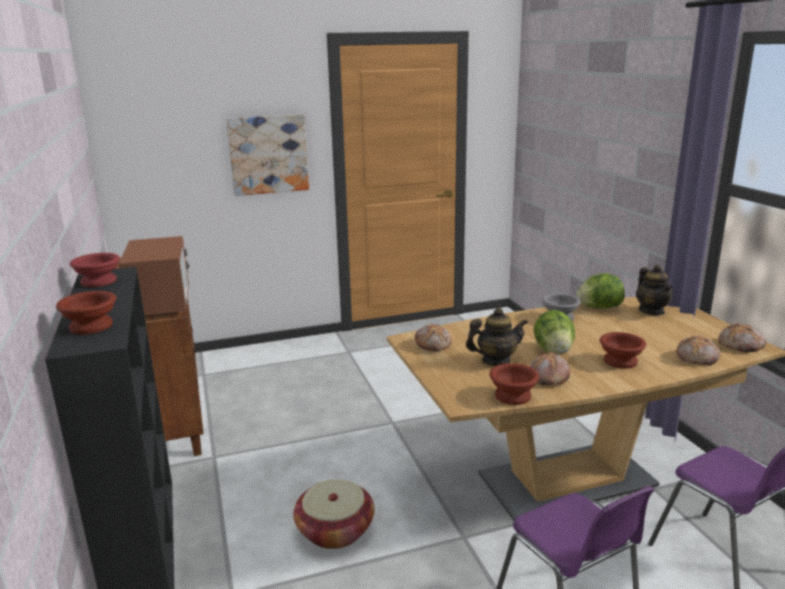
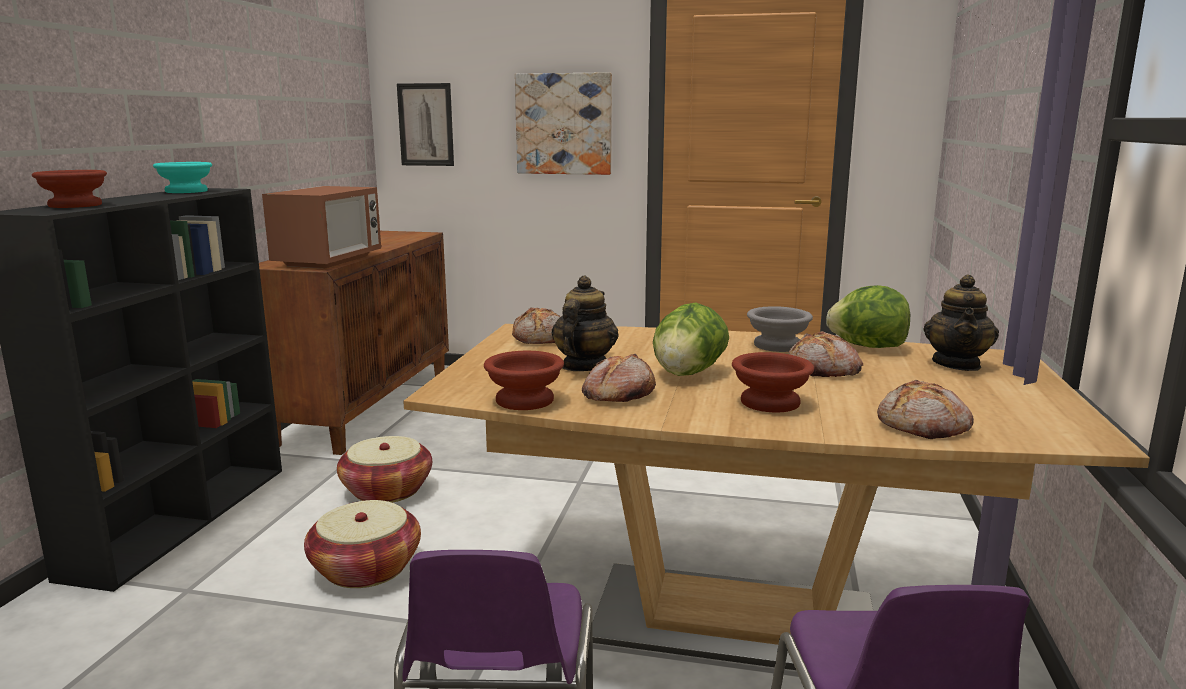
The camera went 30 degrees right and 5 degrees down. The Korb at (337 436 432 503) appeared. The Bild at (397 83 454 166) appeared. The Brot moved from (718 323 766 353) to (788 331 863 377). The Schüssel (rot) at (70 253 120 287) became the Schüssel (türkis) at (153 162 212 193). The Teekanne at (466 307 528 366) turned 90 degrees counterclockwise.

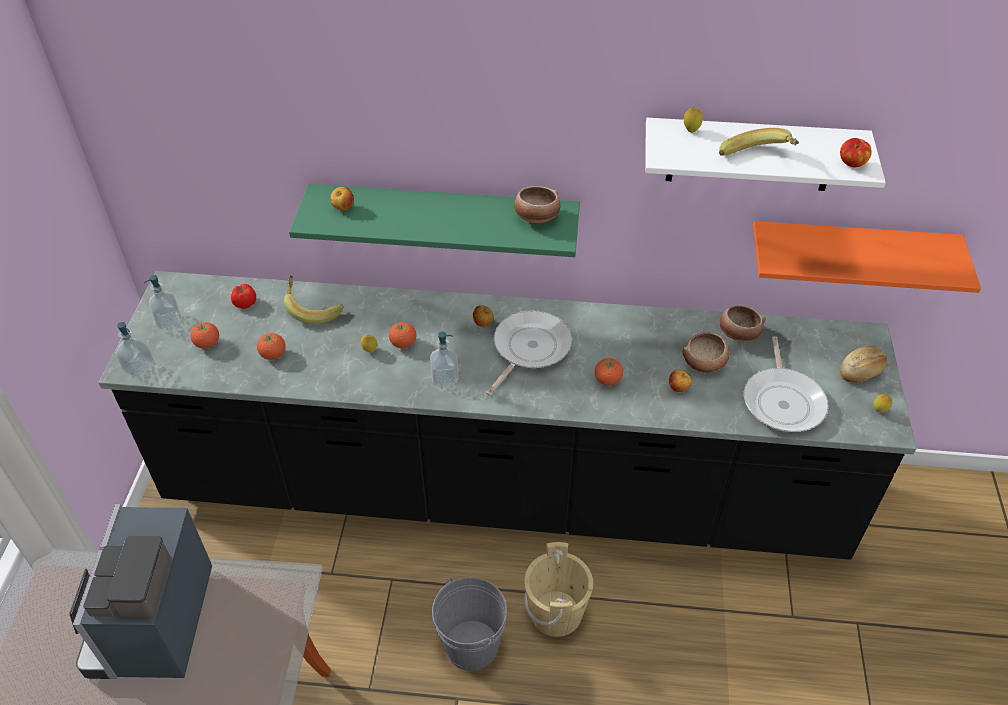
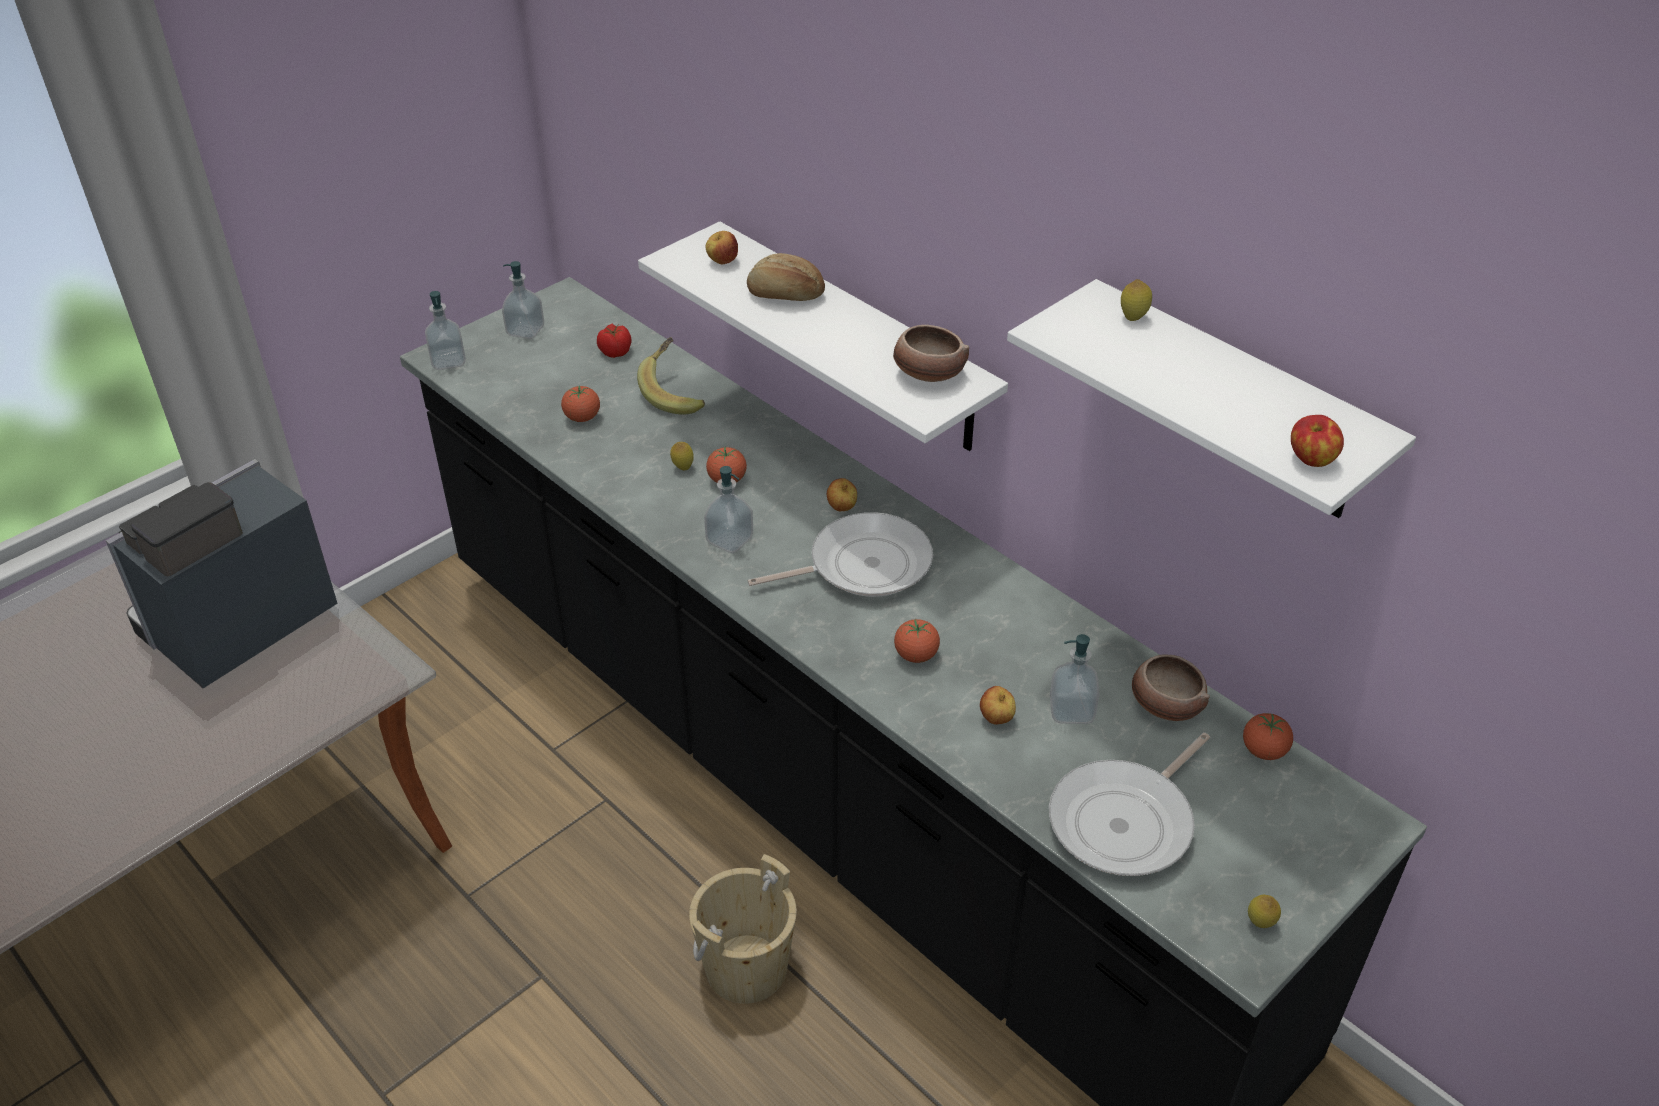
The camera went 40 degrees right and 5 degrees down. The Eimer (grau) at (432 577 507 671) disappeared. The Banane at (719 128 799 156) disappeared. The Wandregal (orange) at (753 221 981 293) disappeared. The Tomate moved from (190 322 219 349) to (1243 713 1293 760). The Brot moved from (840 346 887 383) to (747 253 825 301). The Schüssel at (683 332 729 373) was replaced by the Seifenspender at (1050 634 1099 724). The Wandregal (grün) at (289 184 580 257) became the Wandregal (weiß) at (638 221 1008 451).

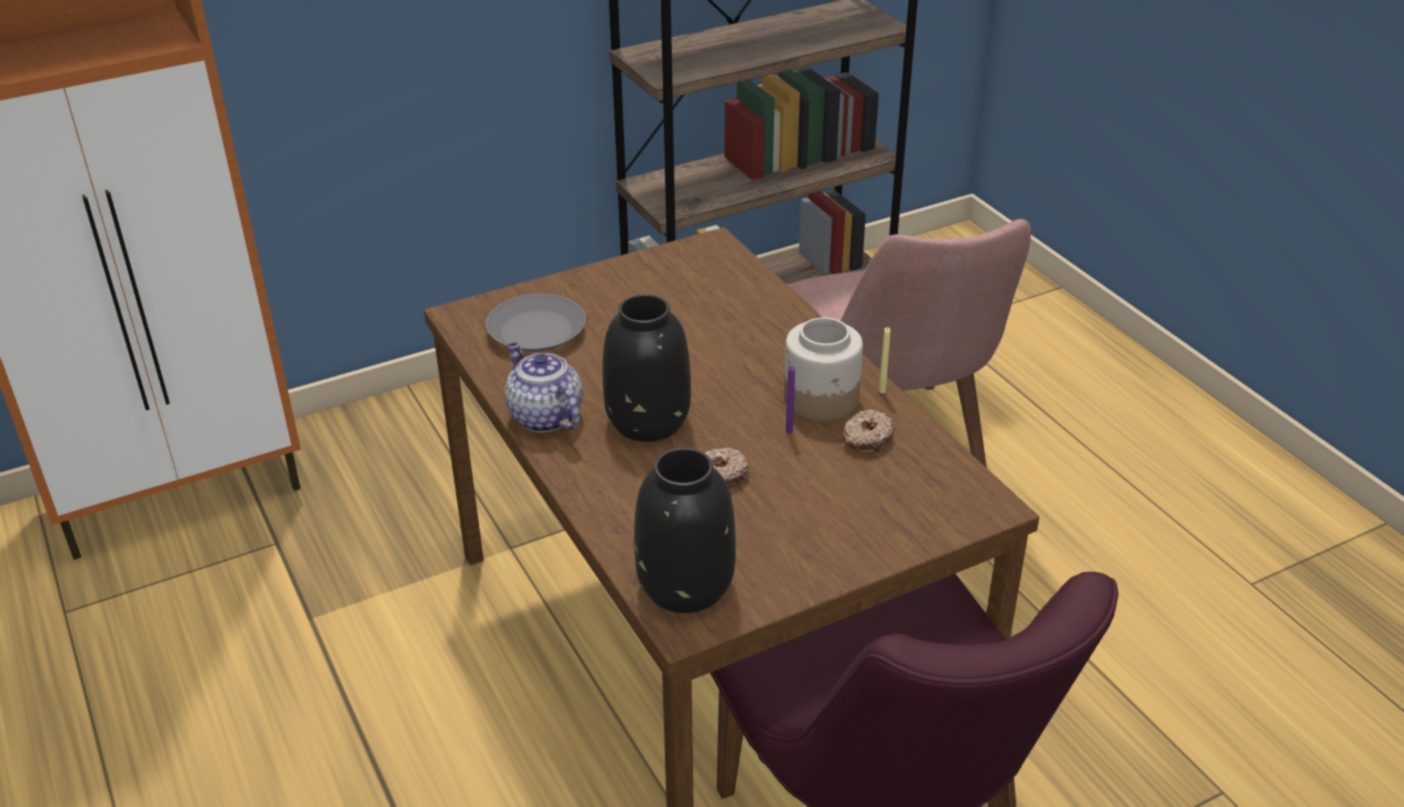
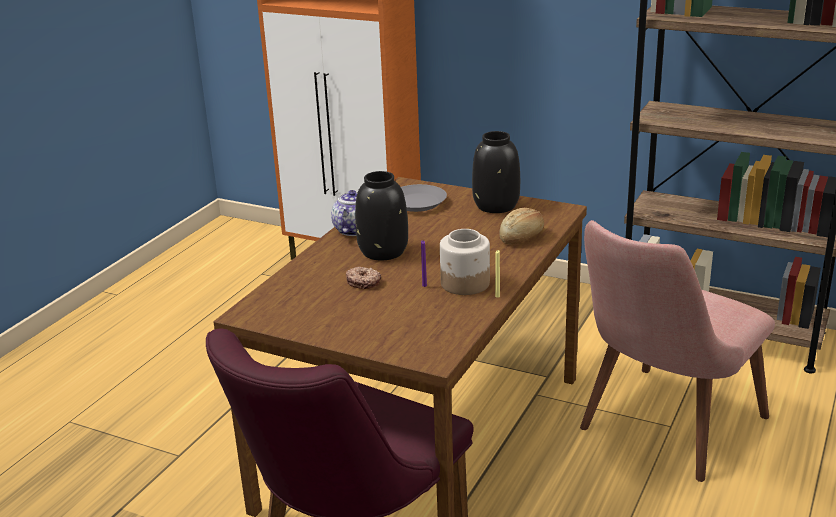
The camera went 55 degrees right and 10 degrees down. The Donut at (843 409 895 454) disappeared. The Brot at (500 208 544 245) appeared. The Vase (schwarz) moved from (634 448 736 613) to (472 131 520 213).

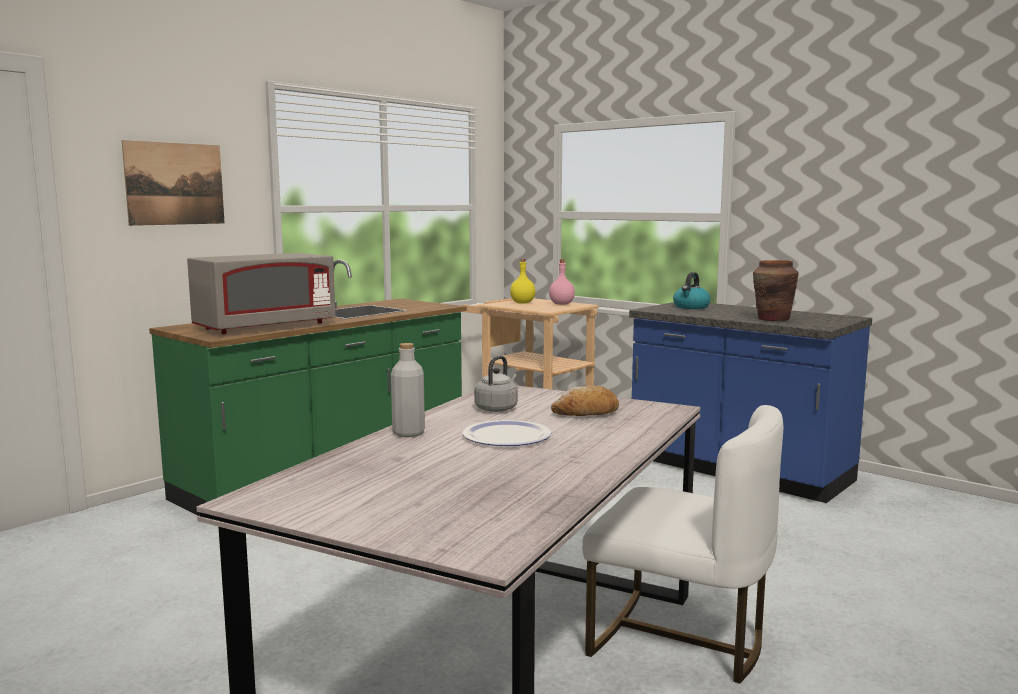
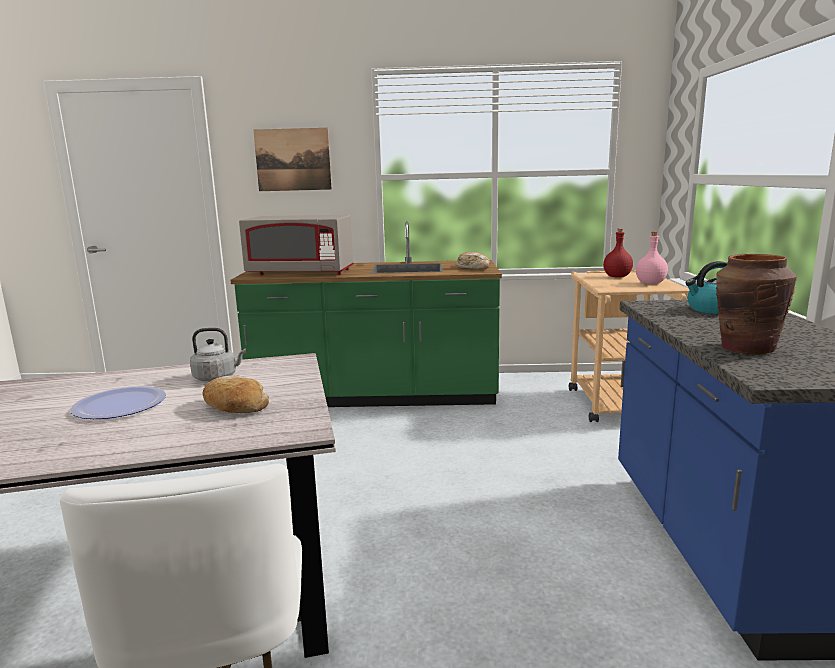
The camera went 50 degrees right and 5 degrees up. The Flasche (grau) at (391 343 425 437) disappeared. The Brot at (456 252 490 270) appeared. The Flasche (gelb) at (510 259 536 304) became the Flasche (rot) at (603 228 633 278).

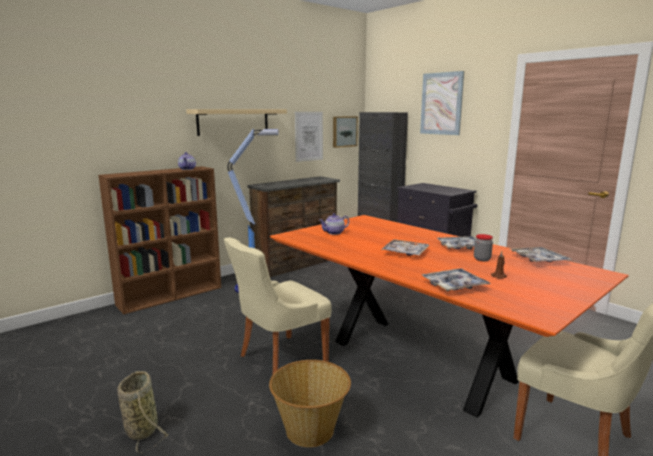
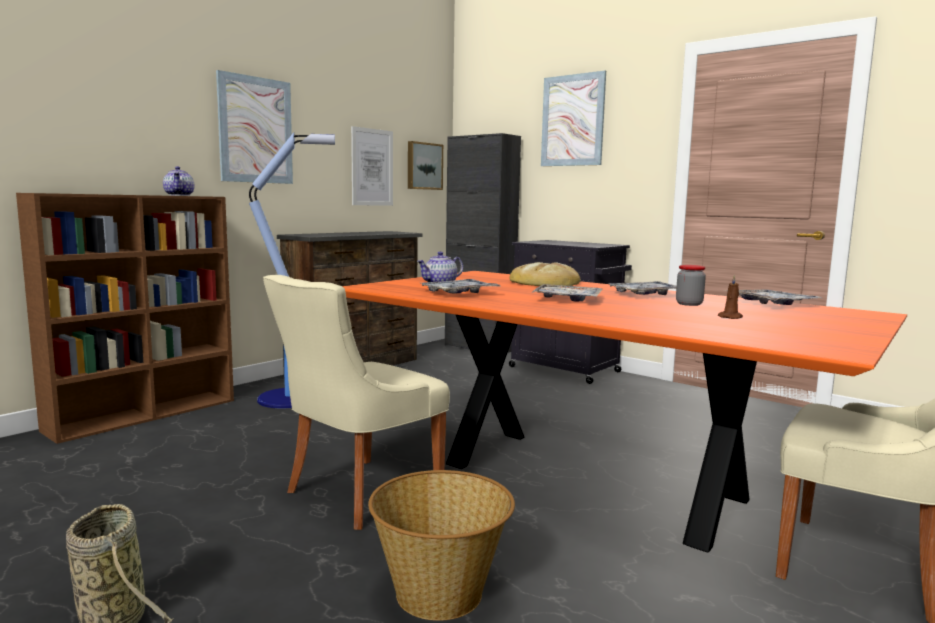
The camera went 10 degrees left and 5 degrees down. The Brot at (509 262 581 286) appeared. The Tablett moved from (422 268 490 291) to (421 279 502 293). The Wandregal (beige) at (186 109 287 136) was replaced by the Bild at (216 70 293 184).

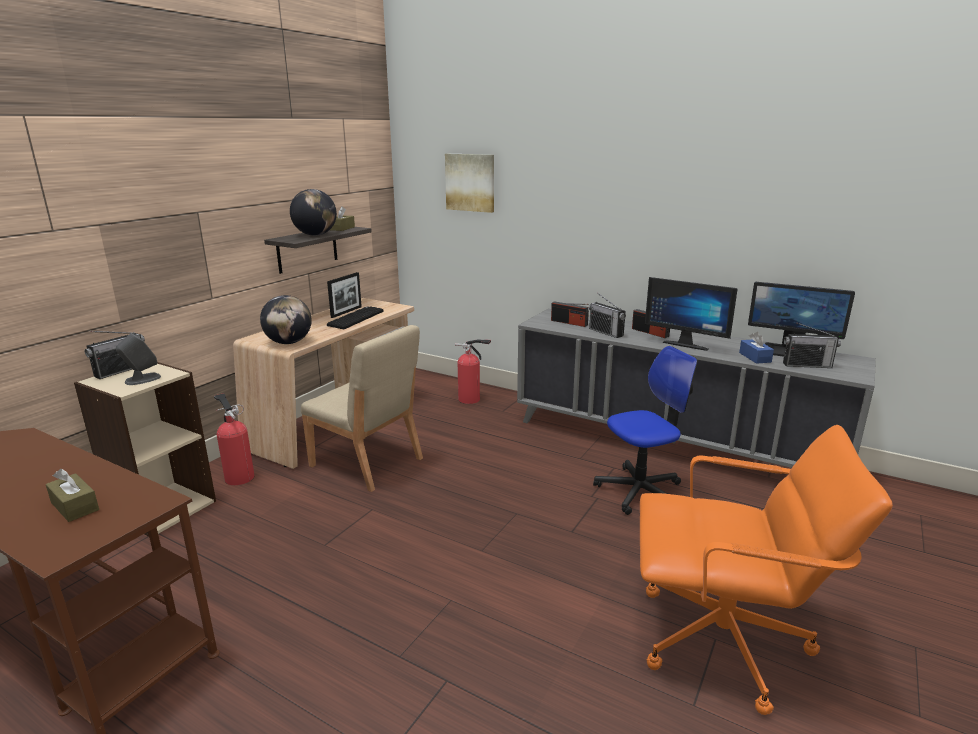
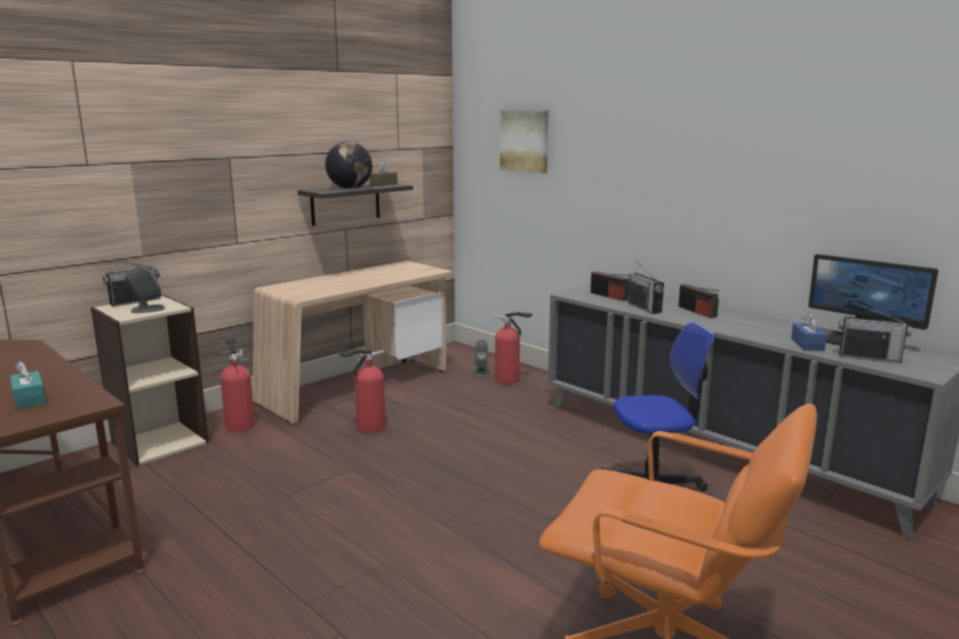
The camera went 15 degrees right and 5 degrees down. The Globus at (260 295 312 344) disappeared. The Bilderrahmen at (327 272 362 318) disappeared. The Tastatur at (327 306 384 329) disappeared. The Monitor at (645 277 738 351) disappeared. The Lautsprecher (grau) at (473 340 490 377) appeared. The Stuhl (beige) at (301 325 423 492) was replaced by the Feuerlöscher at (339 349 386 433). The Taschentuchbox (braun) at (46 469 99 522) became the Taschentuchbox (türkis) at (10 361 46 409).

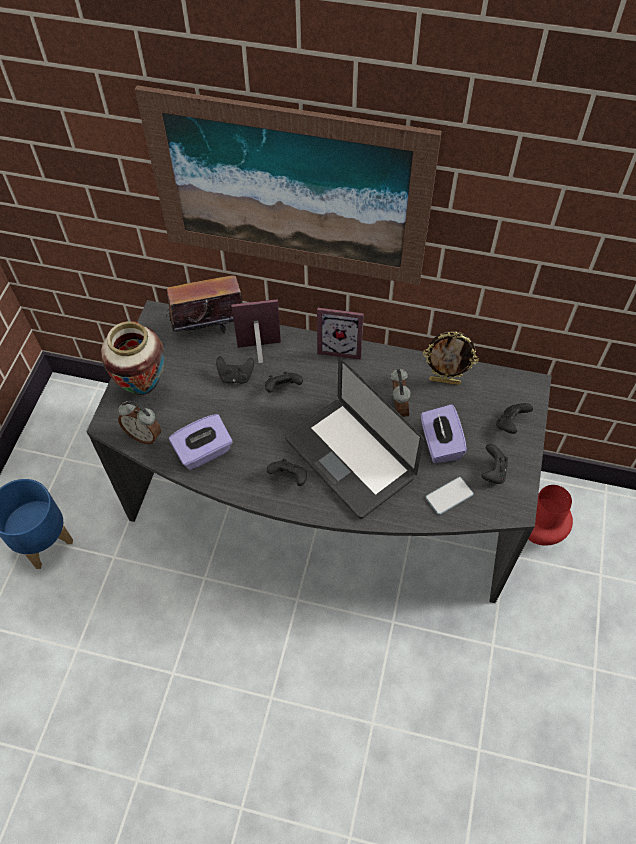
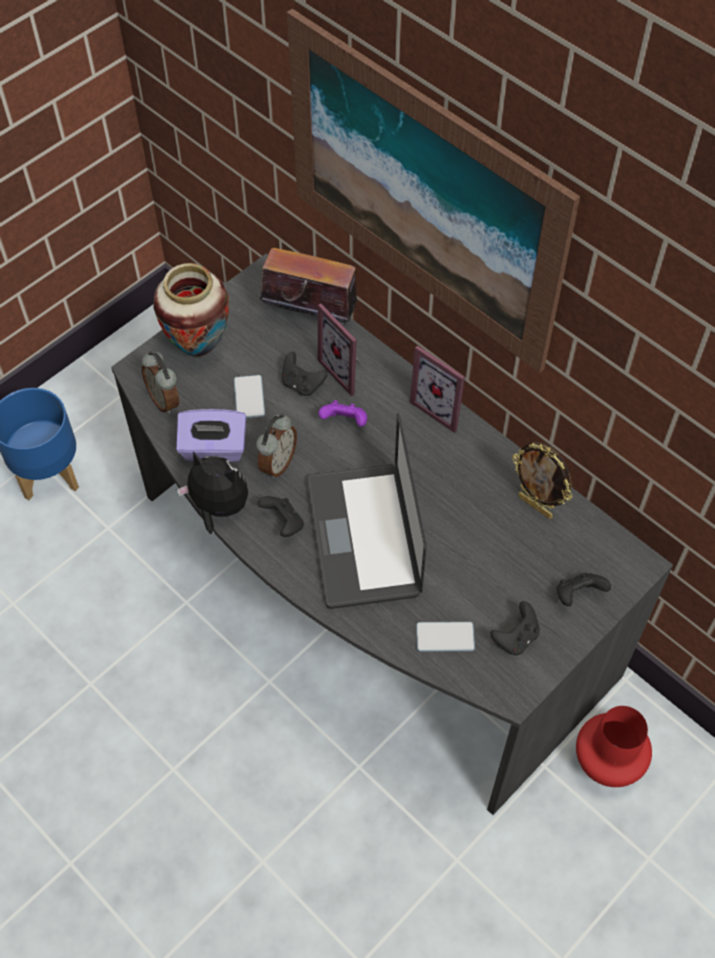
The camera went 30 degrees right and 0 degrees up. The Taschentuchbox (lila) at (421 404 467 463) disappeared. The Plüschtier at (177 451 248 534) appeared. The Handy at (234 375 265 418) appeared. The Wecker moved from (390 368 411 418) to (256 413 297 478). The Gamepad (schwarz) at (265 372 303 393) became the Gamepad (lila) at (318 400 367 427). The Bilderrahmen at (231 299 281 363) turned 150 degrees counterclockwise.

